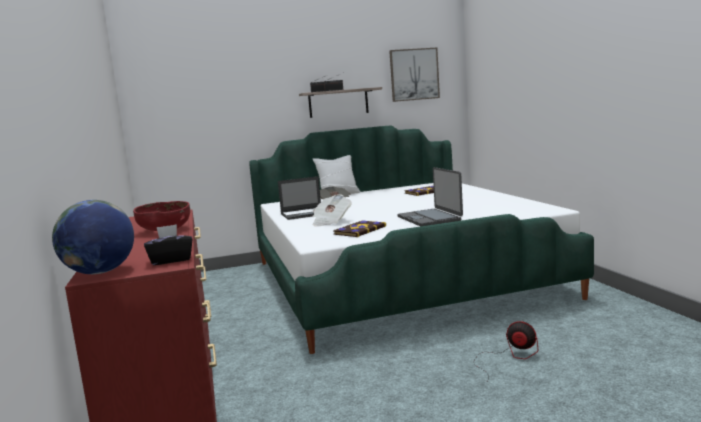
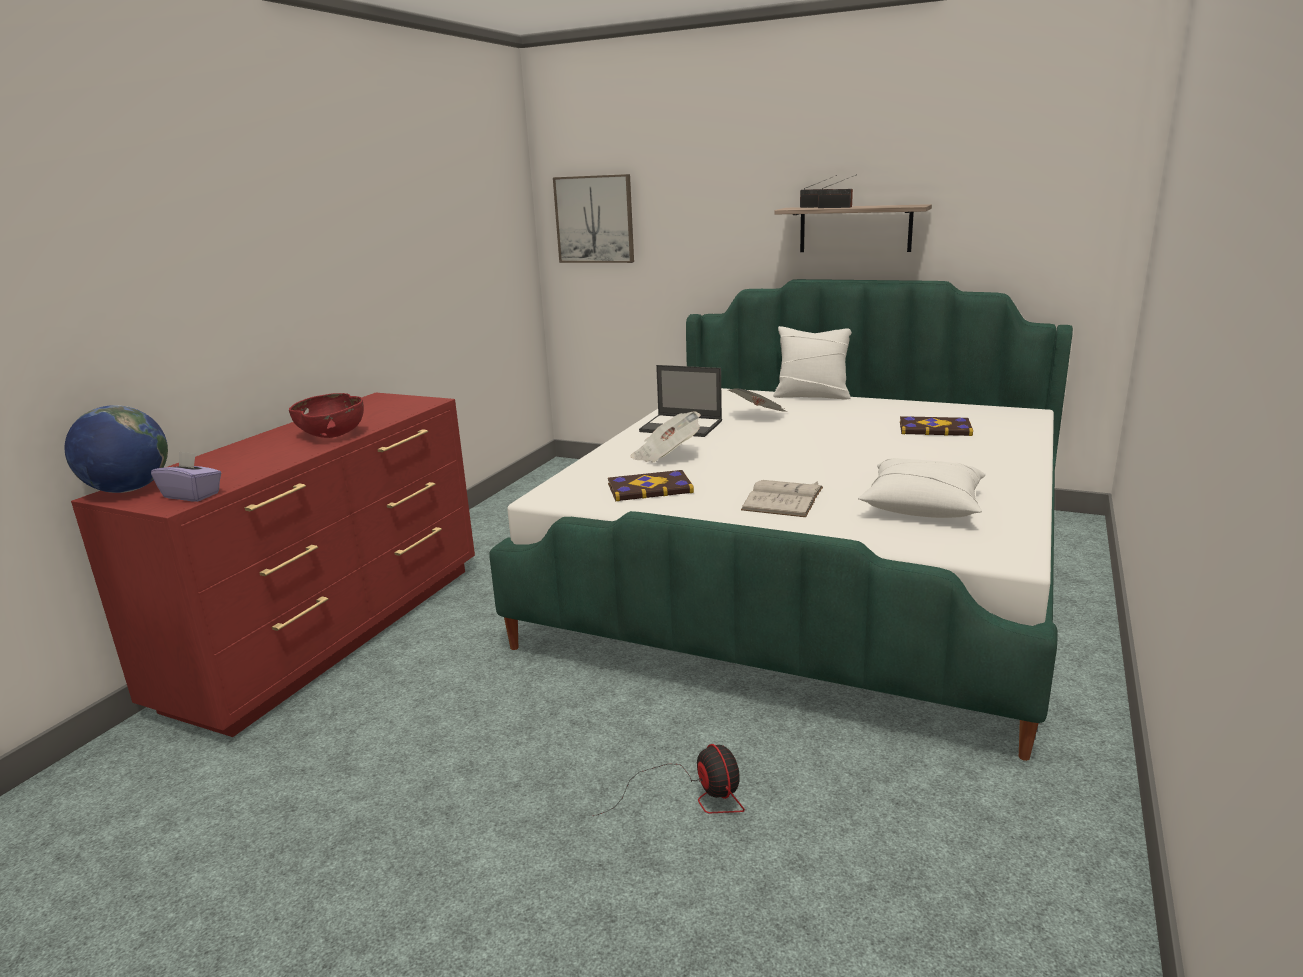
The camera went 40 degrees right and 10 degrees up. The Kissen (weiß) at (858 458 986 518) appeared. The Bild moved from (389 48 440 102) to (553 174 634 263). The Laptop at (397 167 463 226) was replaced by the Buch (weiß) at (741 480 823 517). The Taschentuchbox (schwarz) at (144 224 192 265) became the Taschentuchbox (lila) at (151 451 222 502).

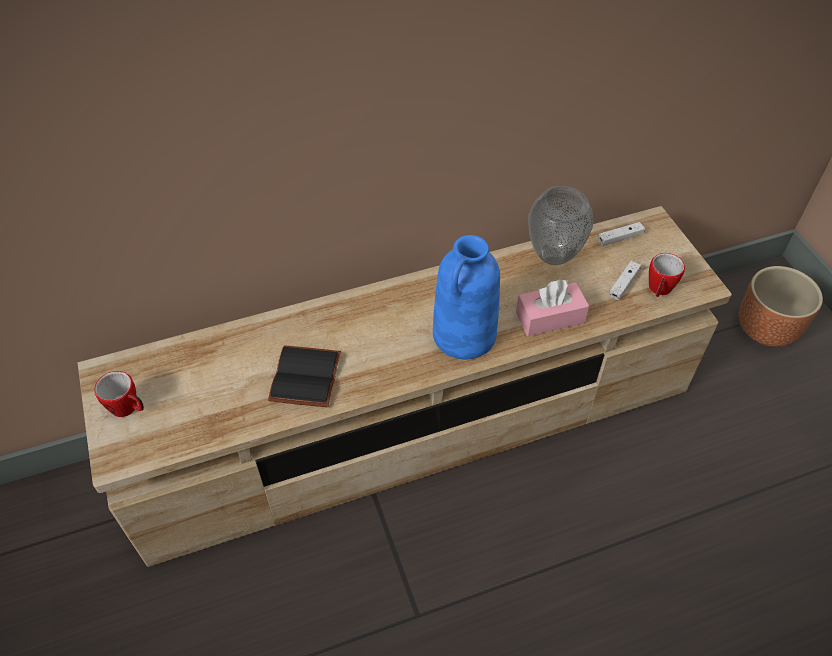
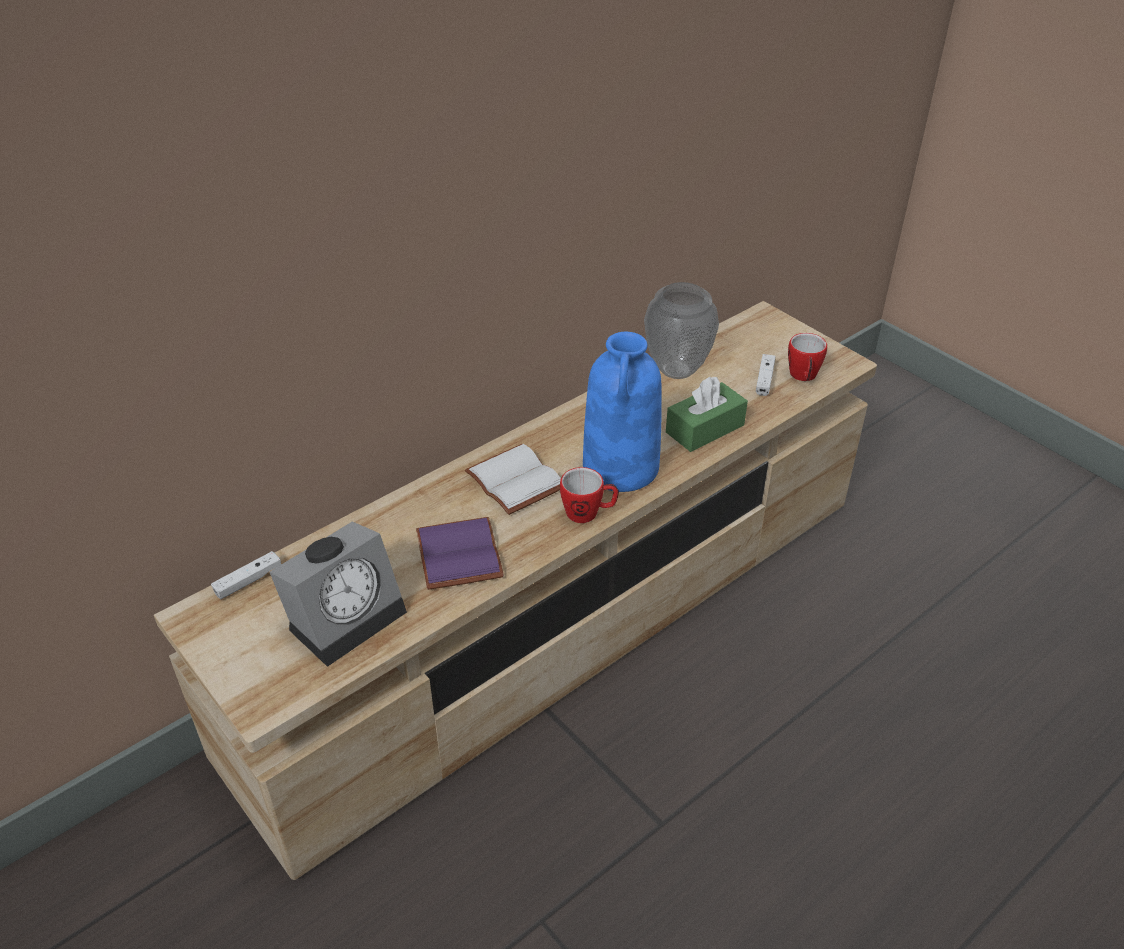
The camera went 20 degrees left and 10 degrees down. The Pflanzkübel (braun) at (739 266 823 347) disappeared. The Wecker at (270 521 407 667) appeared. The Buch (weiß) at (465 444 561 515) appeared. The Henkelbecher moved from (94 371 144 417) to (560 467 619 523). The Gamepad (weiß) moved from (598 222 645 246) to (211 551 281 600). The Buch (schwarz) at (268 345 341 407) became the Buch (lila) at (416 517 504 590). The Taschentuchbox (rosa) at (516 280 589 336) became the Taschentuchbox (grün) at (666 377 748 452).

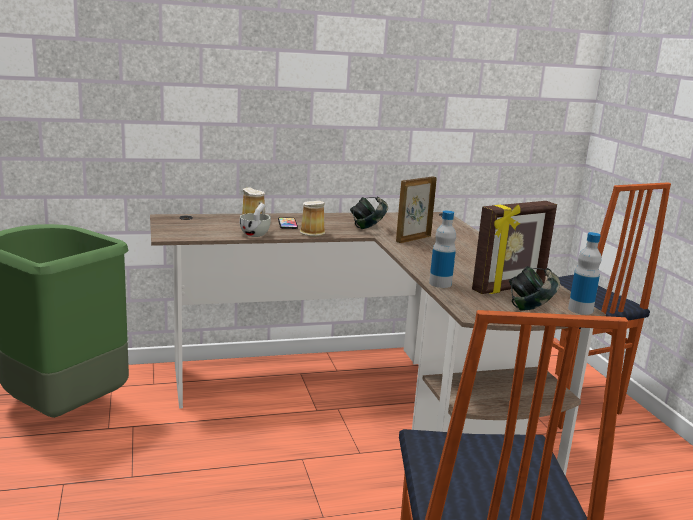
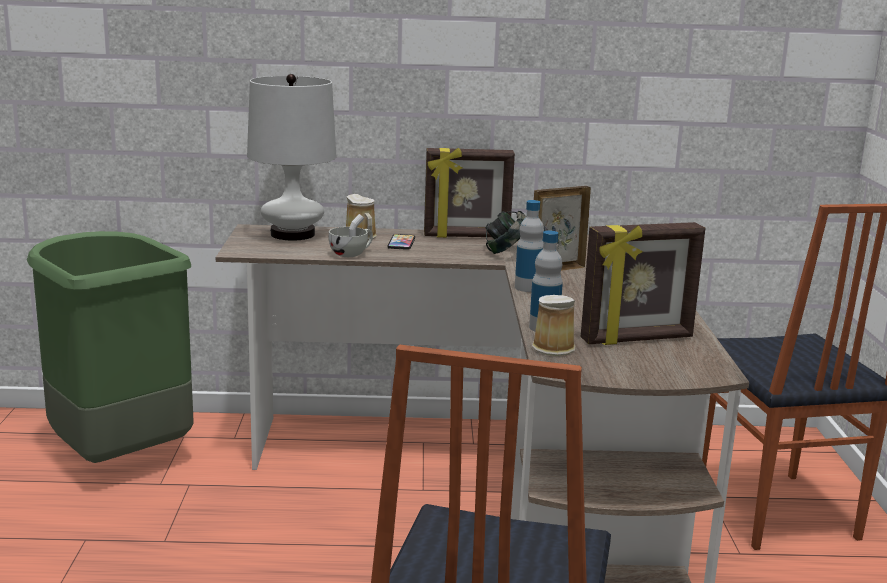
The camera went 15 degrees right and 0 degrees up. The Kopfhörer at (509 266 560 311) disappeared. The Tischlampe (weiß) at (247 74 336 240) appeared. The Bilderrahmen at (424 148 515 238) appeared. The Henkelbecher moved from (300 201 325 237) to (532 295 576 356). The Flasche moved from (568 232 601 315) to (515 200 544 292).

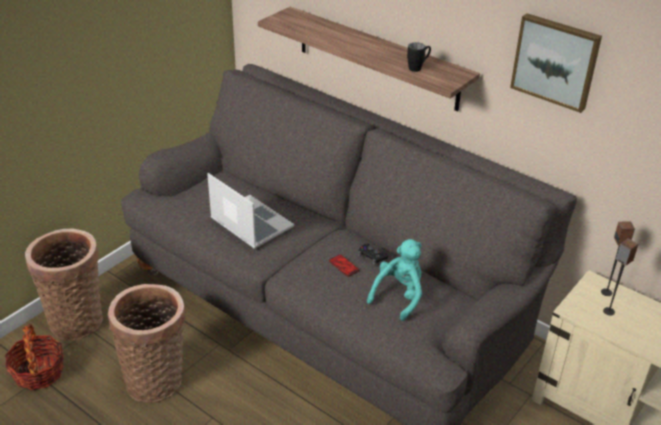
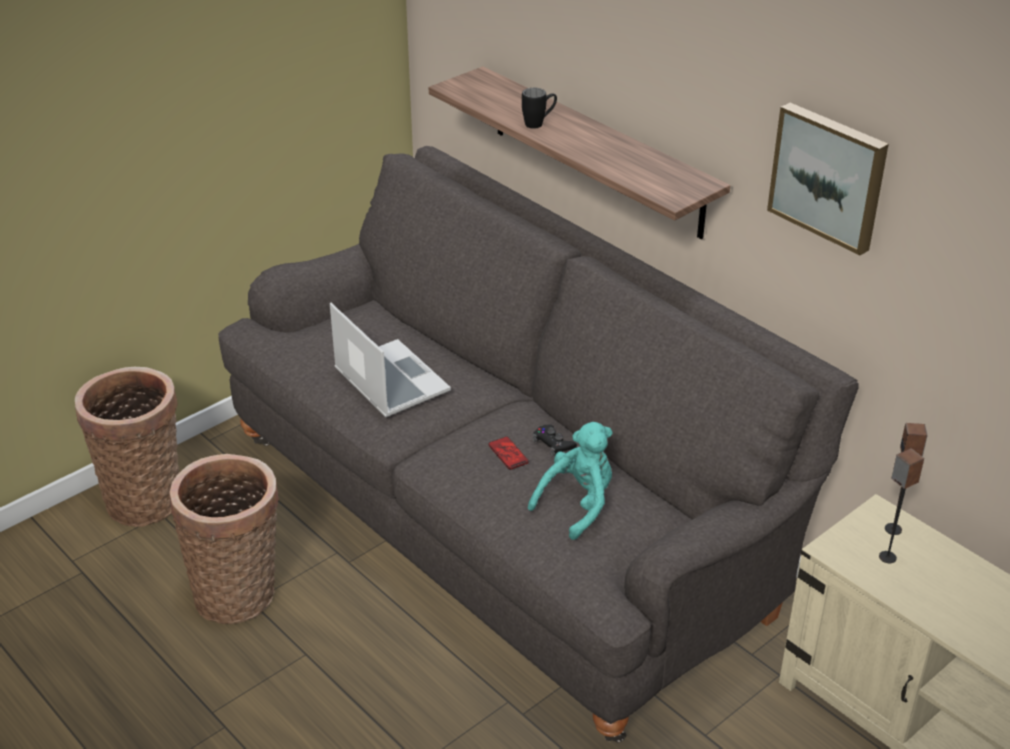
The camera went 10 degrees right and 0 degrees up. The Korb at (5 324 64 391) disappeared. The Henkelbecher (schwarz) moved from (407 42 431 72) to (522 88 557 129).

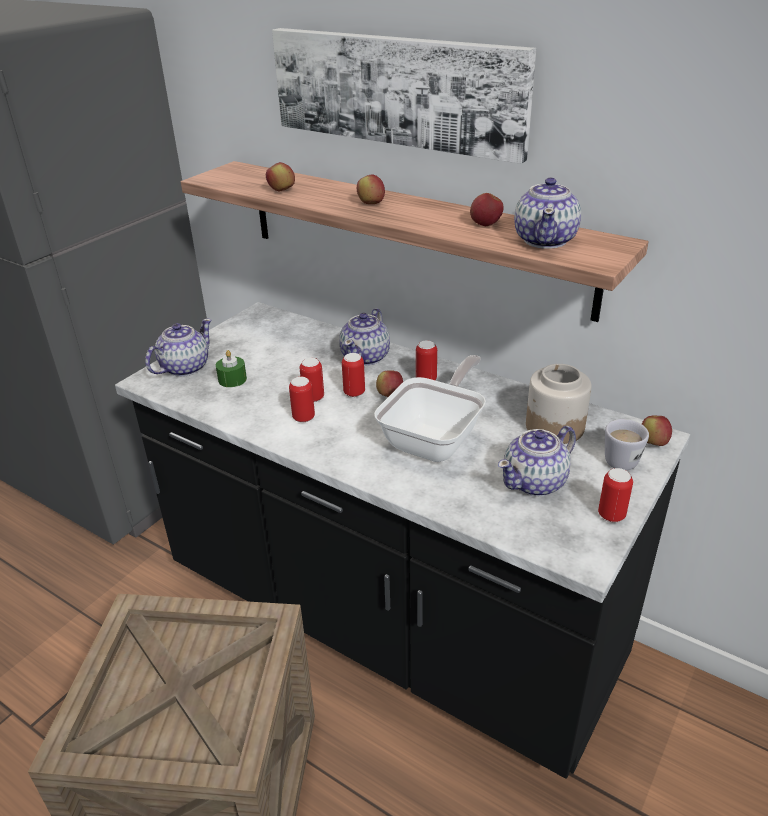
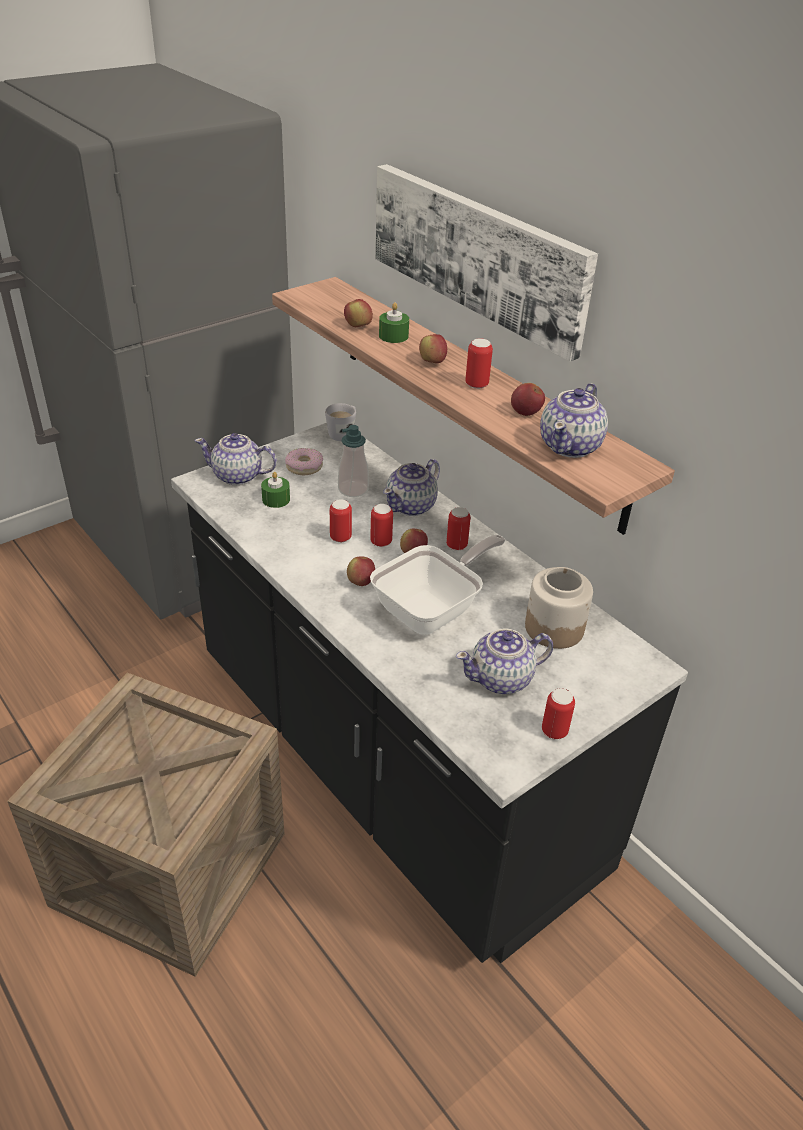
The camera went 15 degrees right and 5 degrees up. The Donut at (285 448 323 475) appeared. The Seifenspender at (338 425 369 497) appeared. The Kerze (grün) at (379 302 409 343) appeared. The Dose moved from (289 377 315 422) to (465 338 493 389). The Henkelbecher (weiß) moved from (605 419 649 471) to (325 403 356 441). The Apfel moved from (642 415 672 446) to (347 556 375 586). The Teekanne at (145 319 212 377) turned 135 degrees counterclockwise.

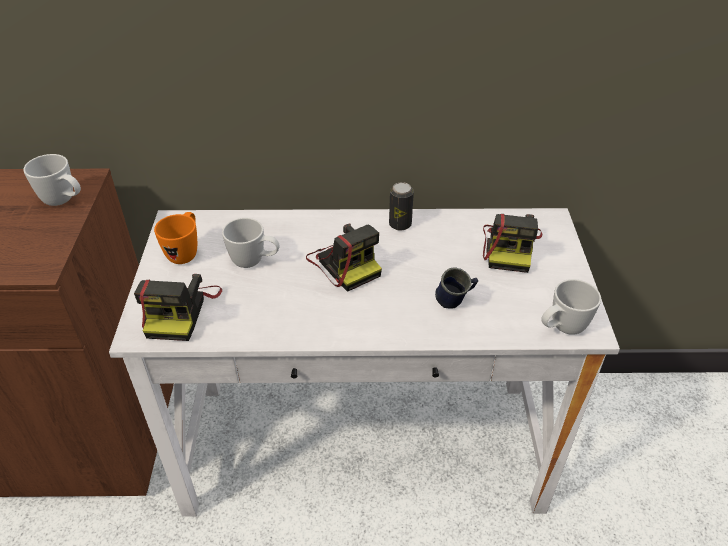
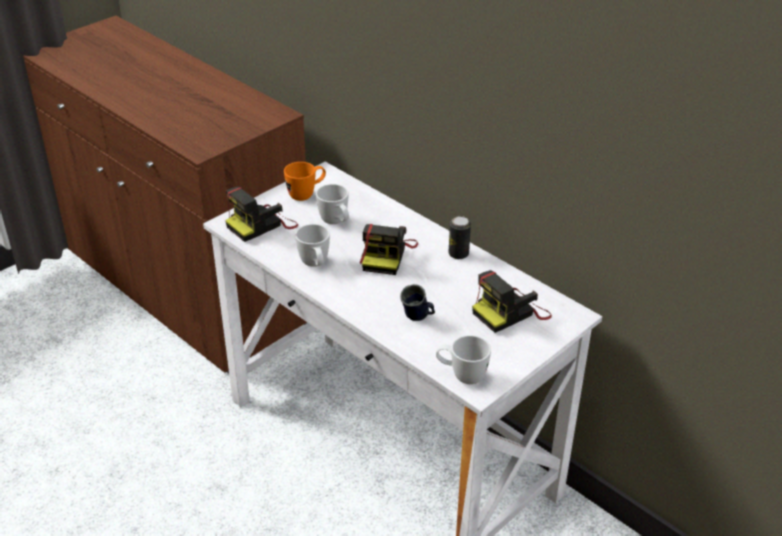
The camera went 45 degrees right and 5 degrees down. The Henkelbecher (weiß) moved from (23 154 81 206) to (295 224 330 267).

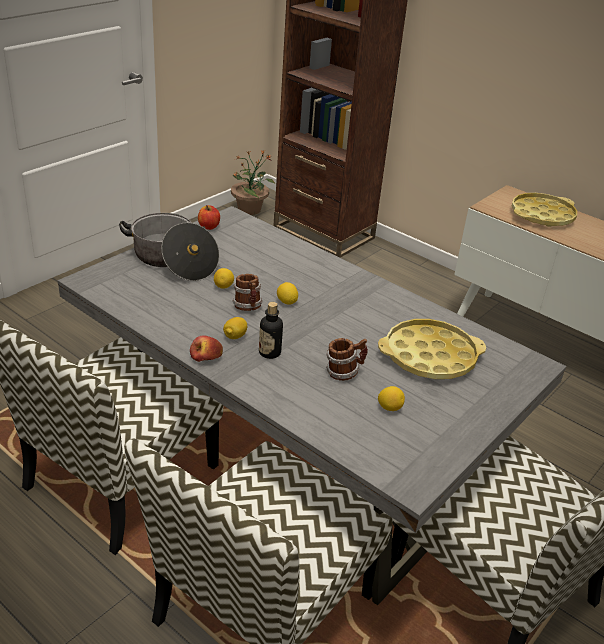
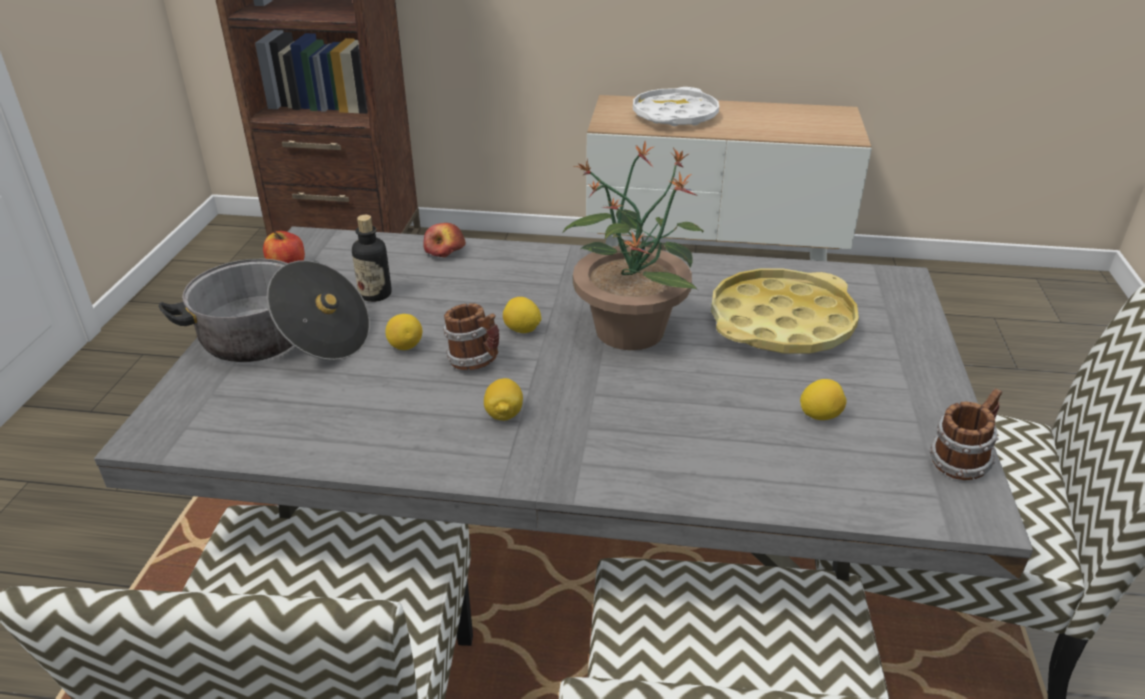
The camera went 30 degrees left and 0 degrees up. The Apfel moved from (190 335 223 362) to (423 223 466 258). The Topfpflanze moved from (231 151 275 215) to (562 142 703 350). The Flasche moved from (259 302 283 359) to (352 215 392 302). The Henkelbecher moved from (326 338 368 381) to (929 388 1002 480). The Tablett (gelb) at (511 193 577 227) became the Tablett (weiß) at (633 87 719 126).

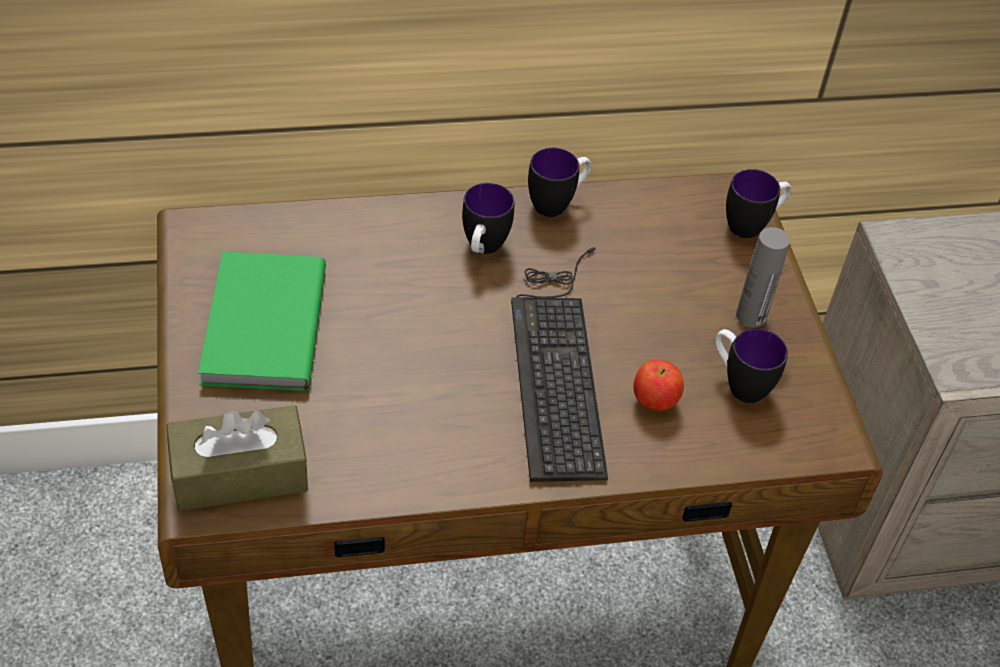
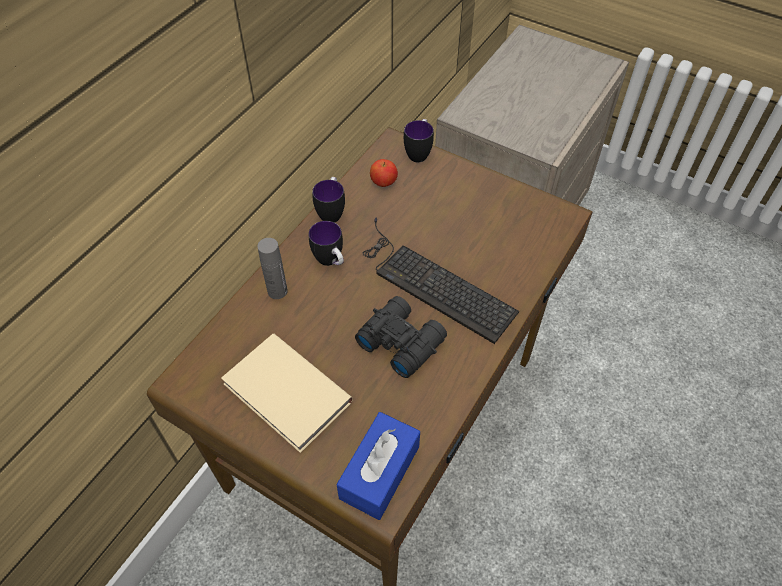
The camera went 45 degrees left and 5 degrees up. The Henkelbecher at (715 328 788 403) disappeared. The Fernglas (schwarz) at (355 296 447 378) appeared. The Apfel moved from (633 360 684 411) to (370 159 398 187). The Flasche (grau) moved from (736 227 790 328) to (257 238 288 299). The Taschentuchbox (braun) at (166 405 308 511) became the Taschentuchbox (blau) at (337 412 420 520). The Buch (grün) at (198 252 326 391) became the Buch (beige) at (221 334 353 453).

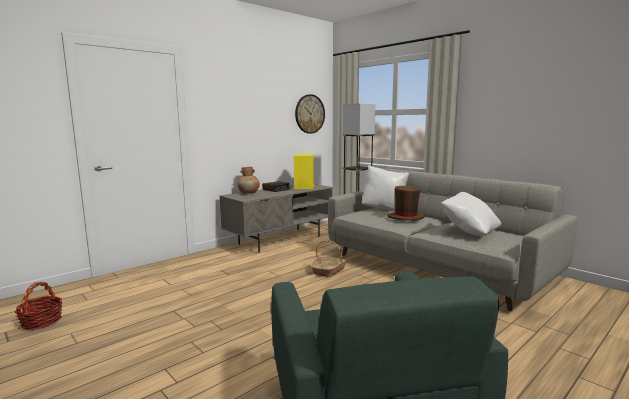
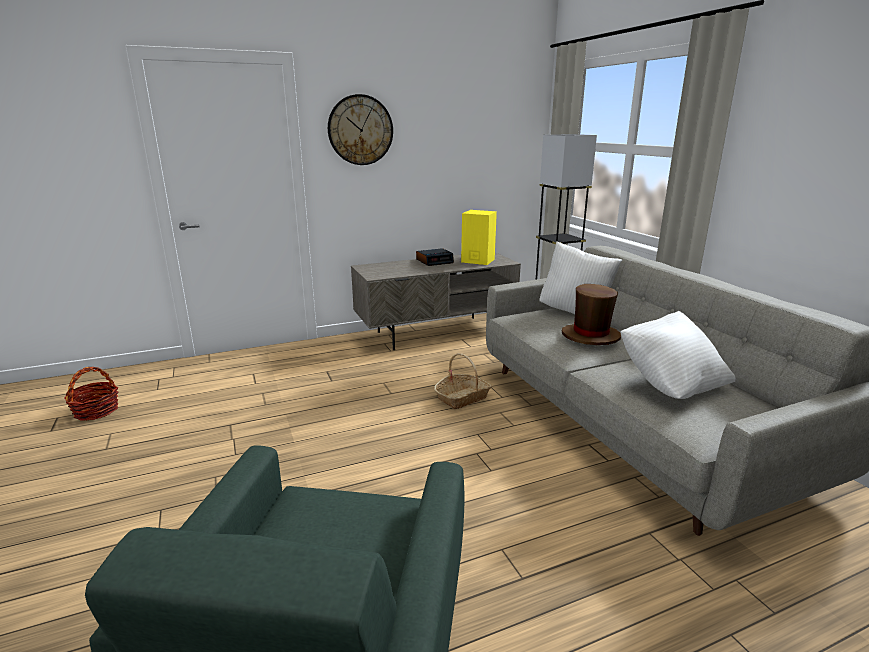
The camera went 20 degrees right and 10 degrees up. The Vase (braun) at (237 167 260 194) disappeared. The Wanduhr moved from (295 94 325 134) to (328 94 393 165).

